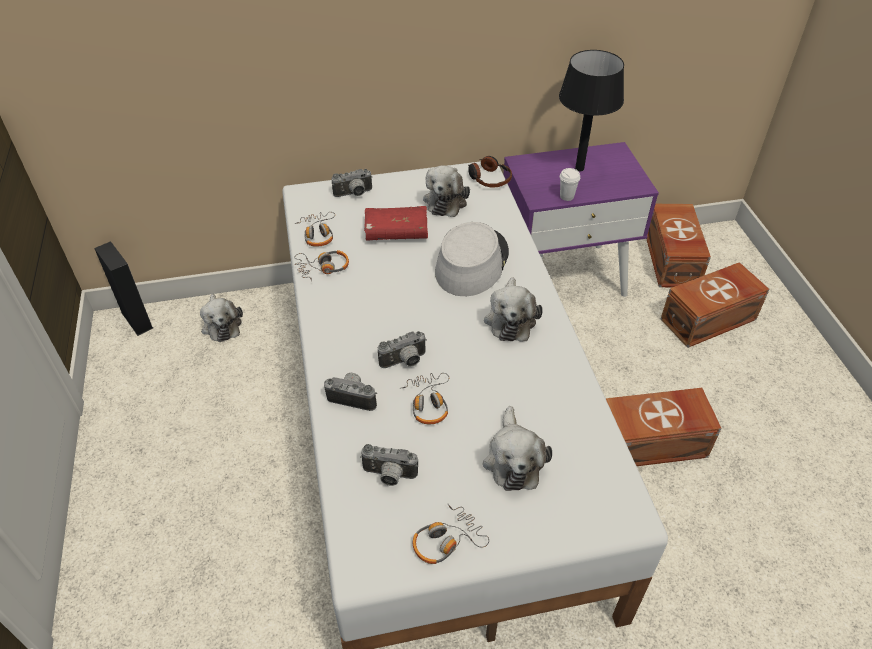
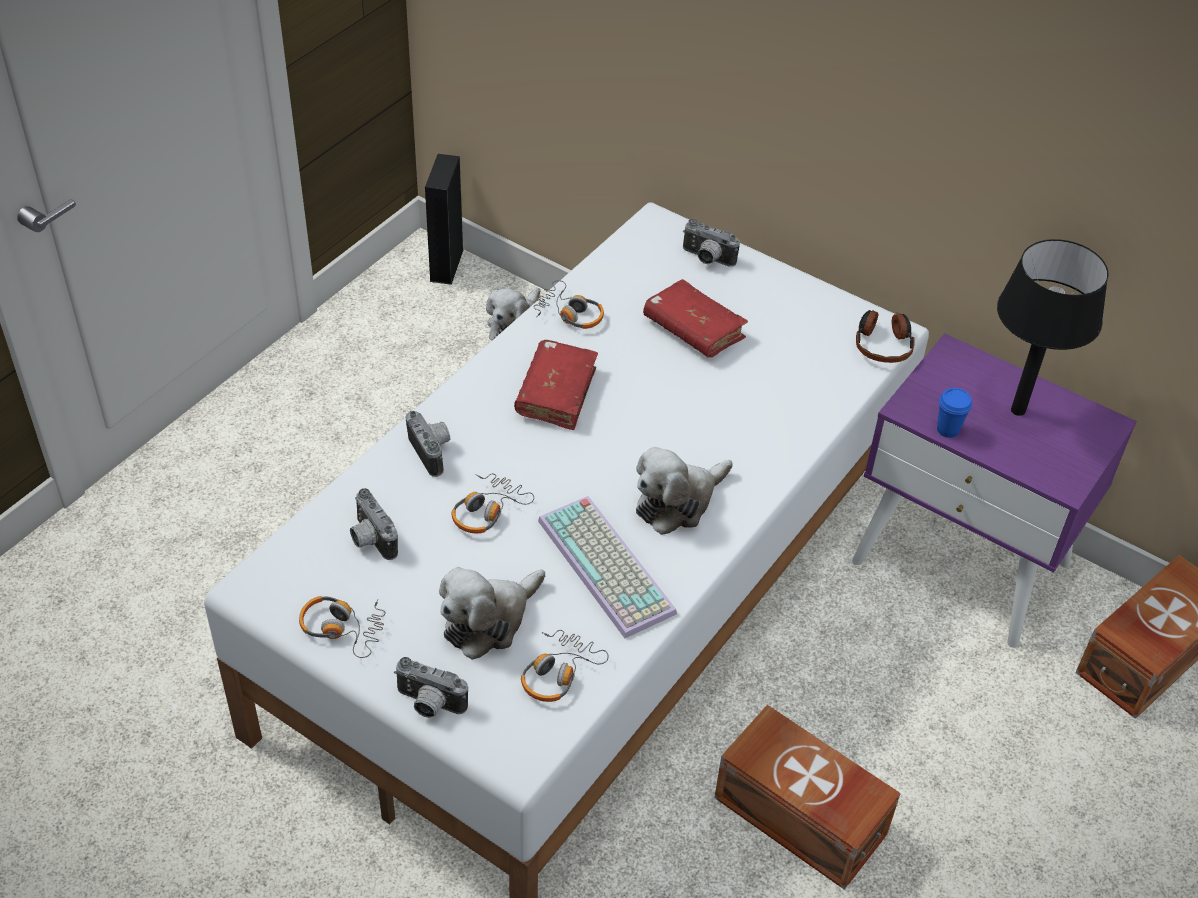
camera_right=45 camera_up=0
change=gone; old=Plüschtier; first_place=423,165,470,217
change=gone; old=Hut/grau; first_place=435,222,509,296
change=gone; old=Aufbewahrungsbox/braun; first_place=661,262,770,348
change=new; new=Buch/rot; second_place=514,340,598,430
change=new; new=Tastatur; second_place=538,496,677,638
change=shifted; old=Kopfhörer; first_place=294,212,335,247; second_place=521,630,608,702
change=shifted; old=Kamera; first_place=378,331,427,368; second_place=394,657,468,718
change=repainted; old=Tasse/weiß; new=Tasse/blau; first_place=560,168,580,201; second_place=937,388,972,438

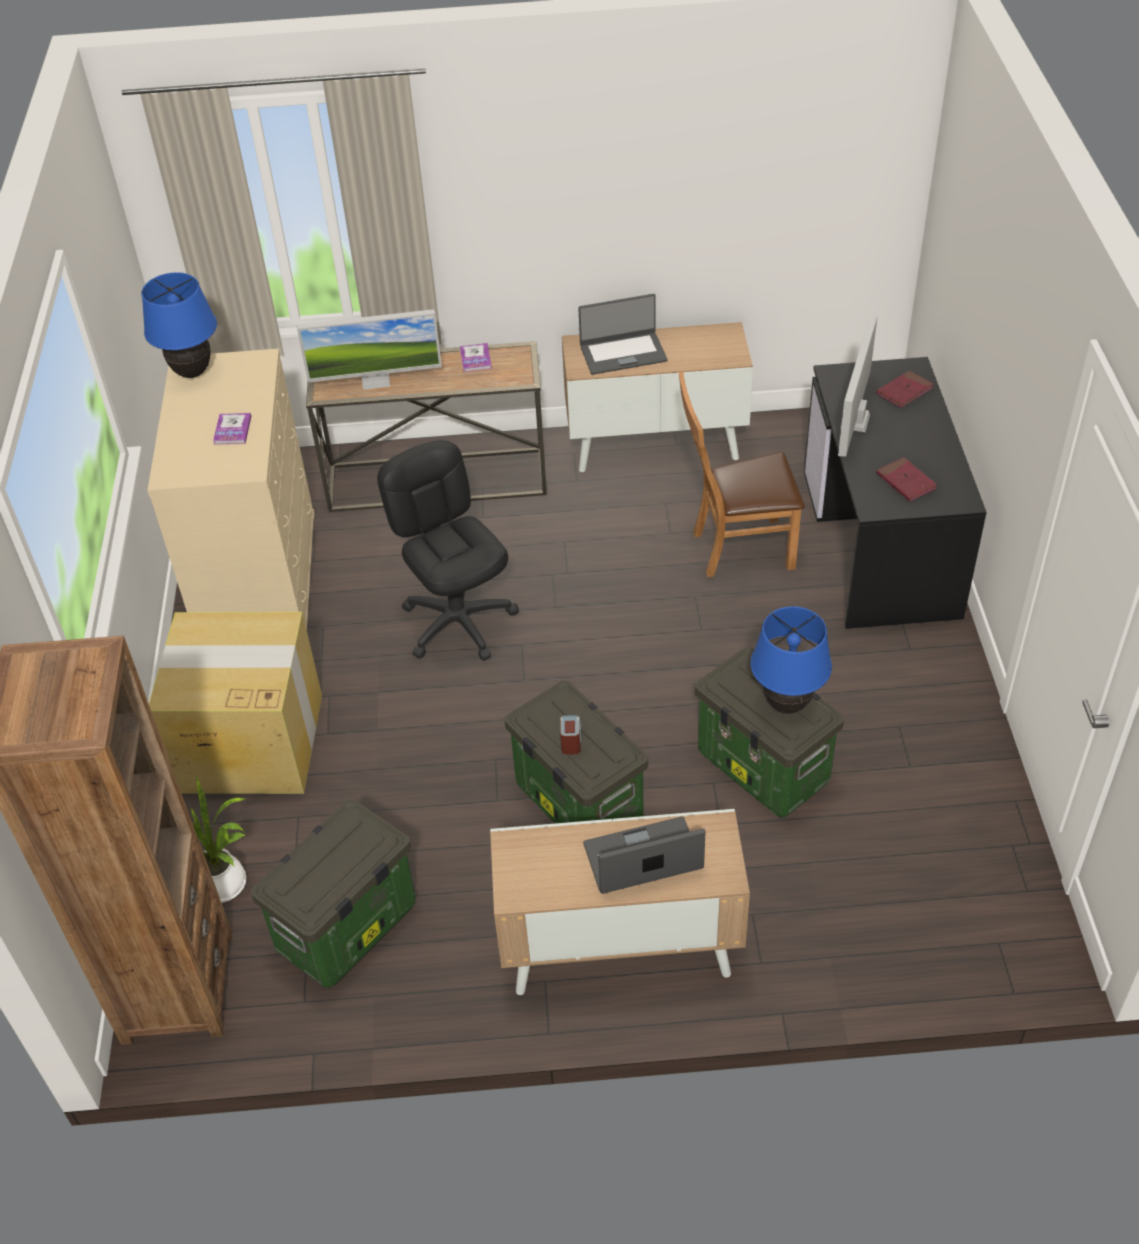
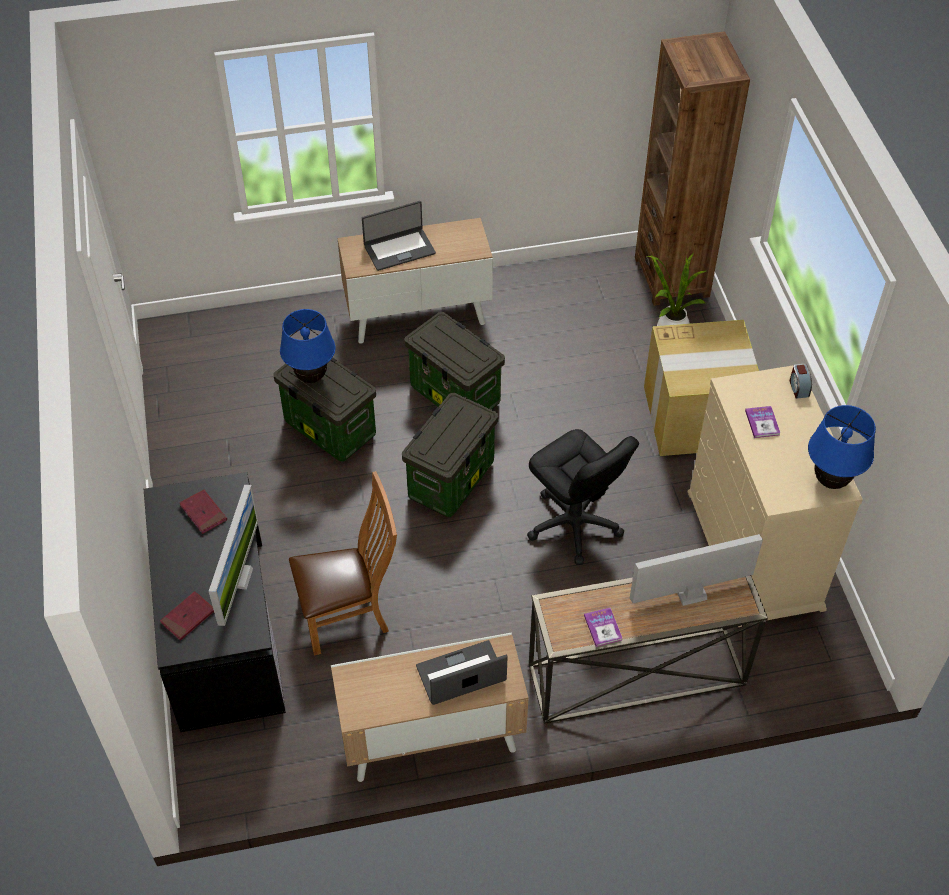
camera_right=170 camera_up=5
change=shifted; old=Aufbewahrungsbox; first_place=251,799,415,988; second_place=402,393,498,517
change=shifted; old=Wecker; first_place=560,715,581,755; second_place=790,364,812,399

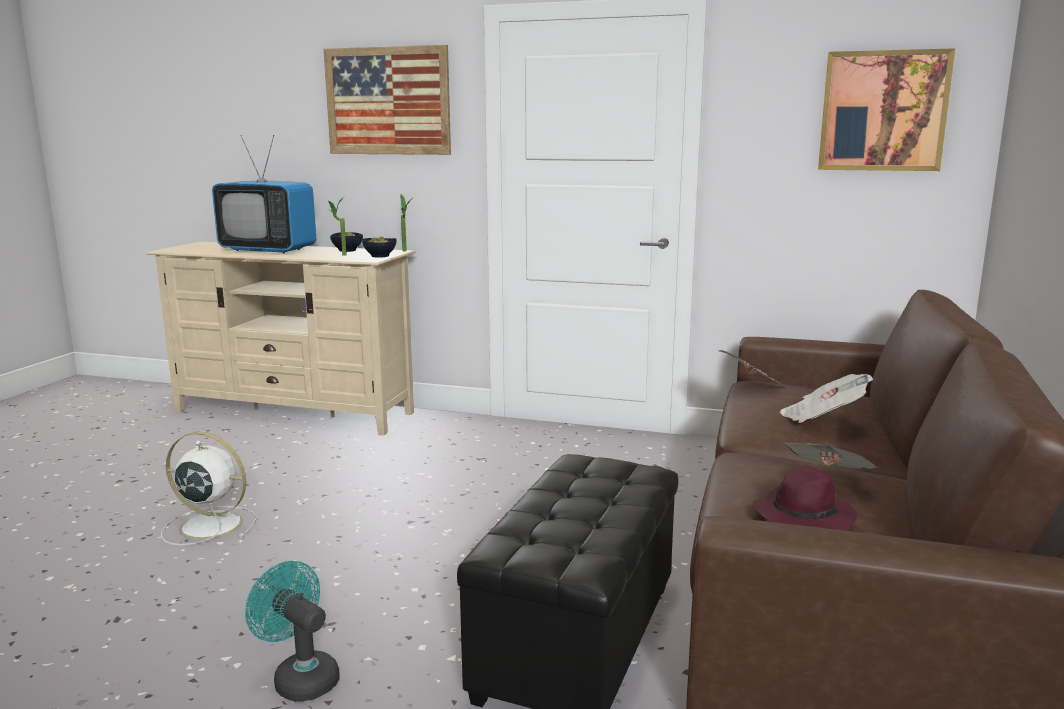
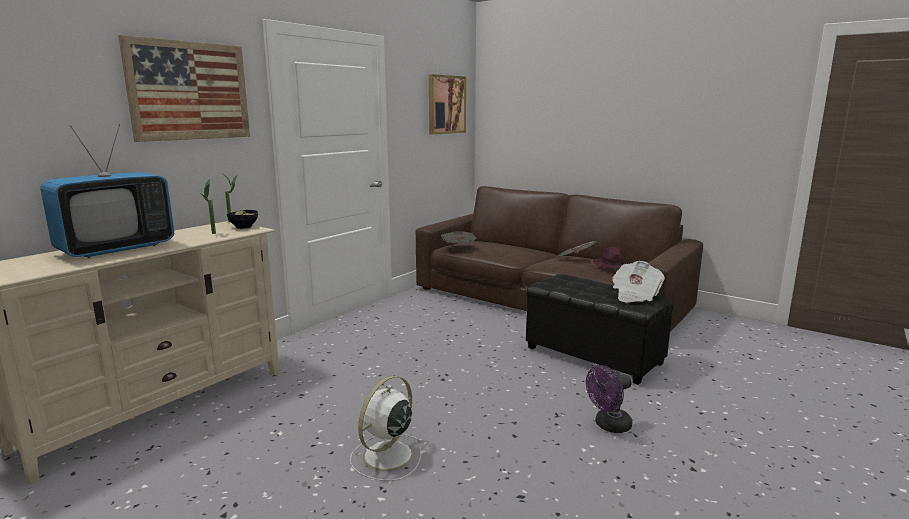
camera_right=-70 camera_up=0
change=gone; old=Schüssel; first_place=330,232,363,252
change=shifted; old=Zeitung; first_place=780,374,873,423; second_place=612,261,665,303
change=repainted; old=Ventilator/türkis; new=Ventilator/lila; first_place=245,561,340,702; second_place=586,365,632,433

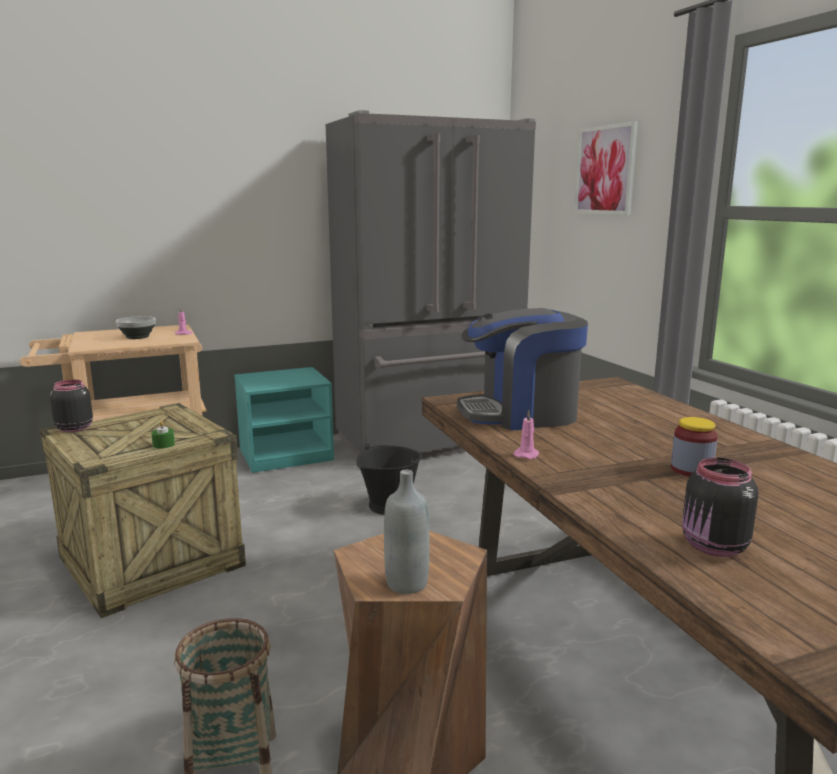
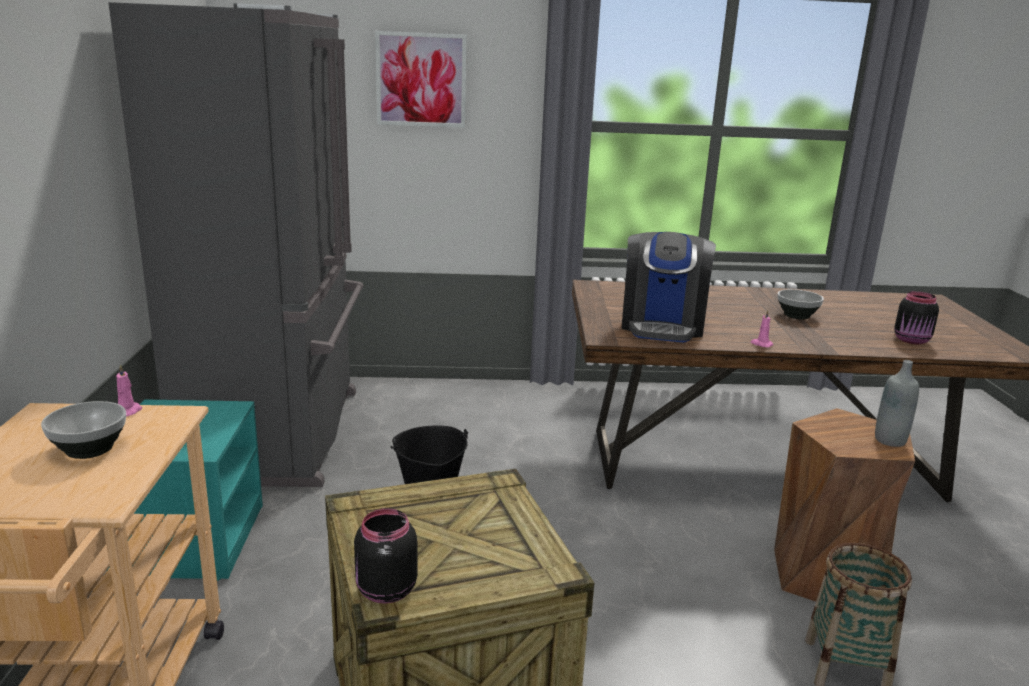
camera_right=-70 camera_up=5
change=gone; old=Kerze/grün; first_place=151,421,175,449
change=swapped; old=Vorratsglas; new=Schüssel; first_place=671,417,718,477; second_place=778,289,824,319

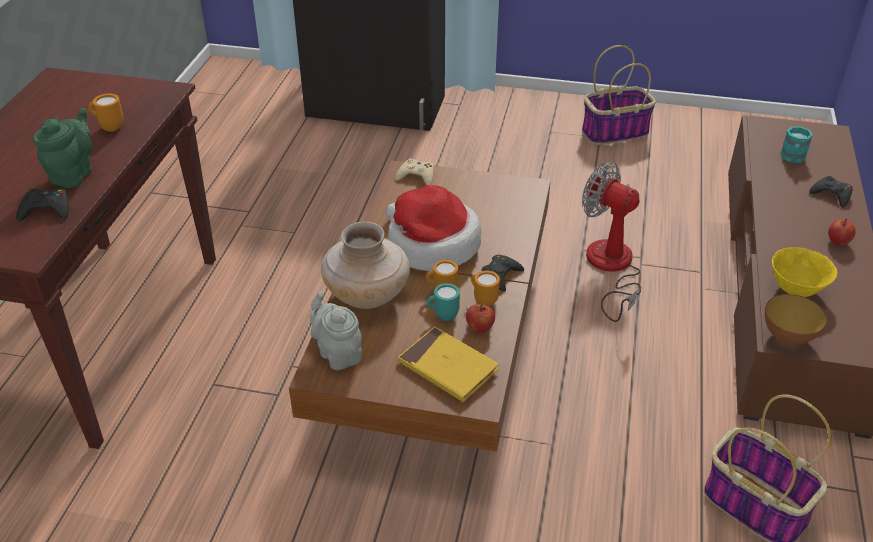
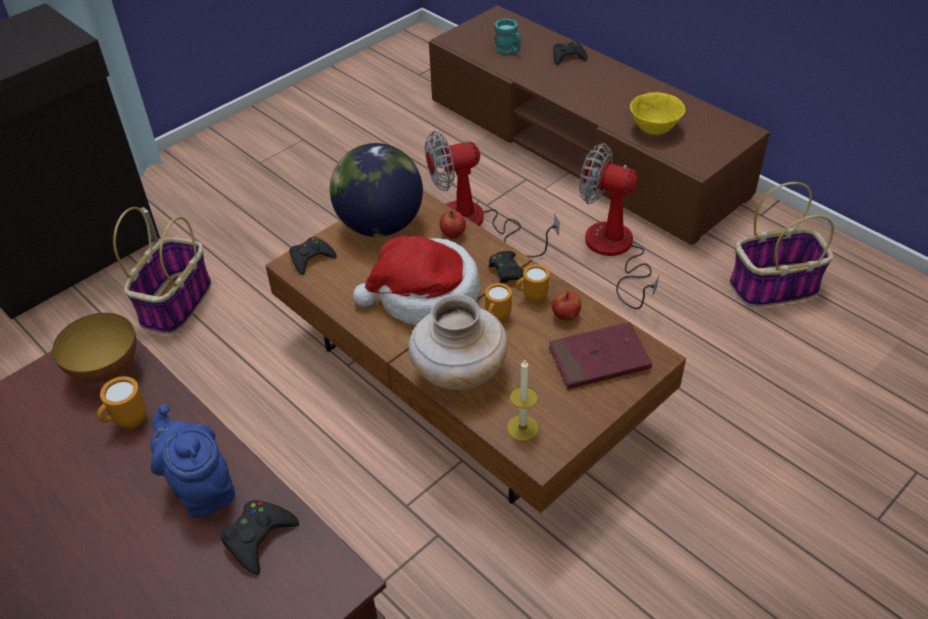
camera_right=-55 camera_up=5
change=gone; old=Henkelbecher/türkis; first_place=427,283,460,321
change=new; new=Globus; second_place=330,143,423,237
change=new; new=Ventilator; second_place=579,143,659,309
change=shifted; old=Korb; first_place=582,45,656,145; second_place=113,207,212,334
change=shifted; old=Schüssel; first_place=765,294,827,345; second_place=52,313,136,383
change=shifted; old=Apfel; first_place=828,218,855,246; second_place=440,210,466,239
change=swapped; old=Teekanne/grau; new=Kerze; first_place=310,292,362,370; second_place=507,360,539,441
change=repainted; old=Teekanne/grün; new=Teekanne/blau; first_place=33,108,93,188; second_place=150,404,235,518
change=repainted; old=Gamepad/beige; new=Gamepad/schwarz; first_place=396,158,434,185; second_place=289,237,337,275
change=repainted; old=Buch/gelb; new=Buch/rot; first_place=398,326,499,402; second_place=549,322,652,389

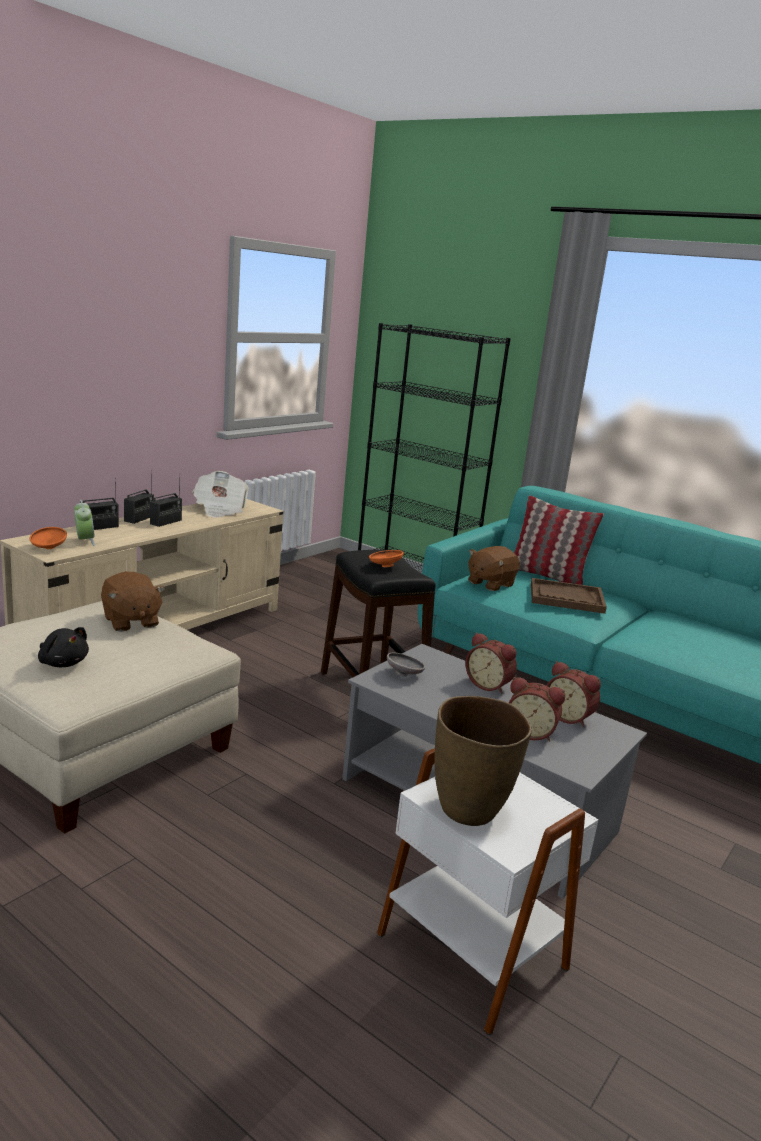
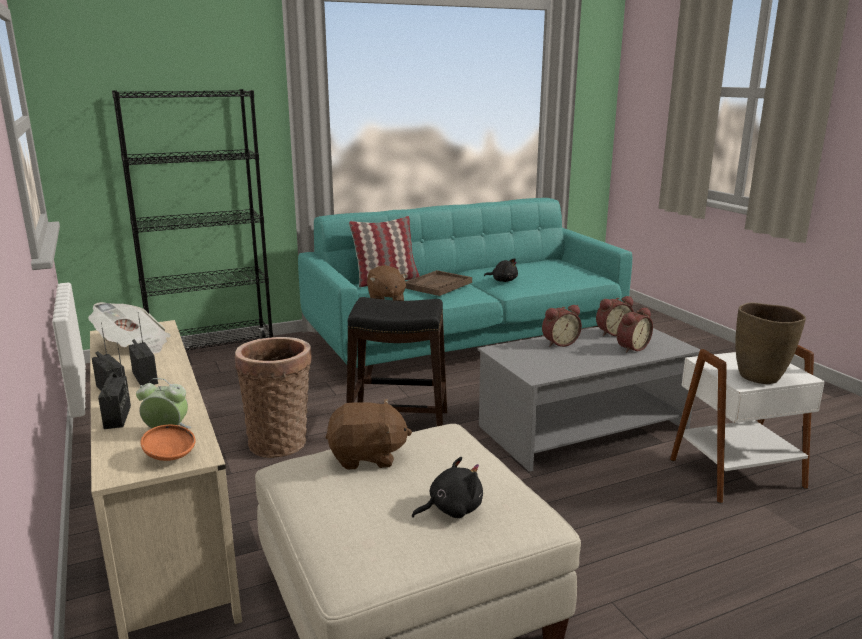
camera_right=-60 camera_up=0
change=gone; old=Schüssel/orange; first_place=369,550,404,567
change=gone; old=Schüssel/grau; first_place=387,652,425,677
change=new; new=Korb; second_place=235,337,312,458
change=new; new=Plüschtier/schwarz; second_place=484,258,518,282

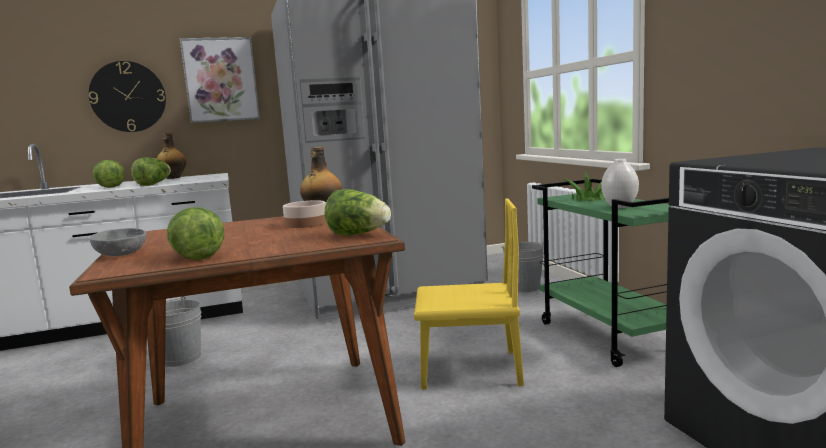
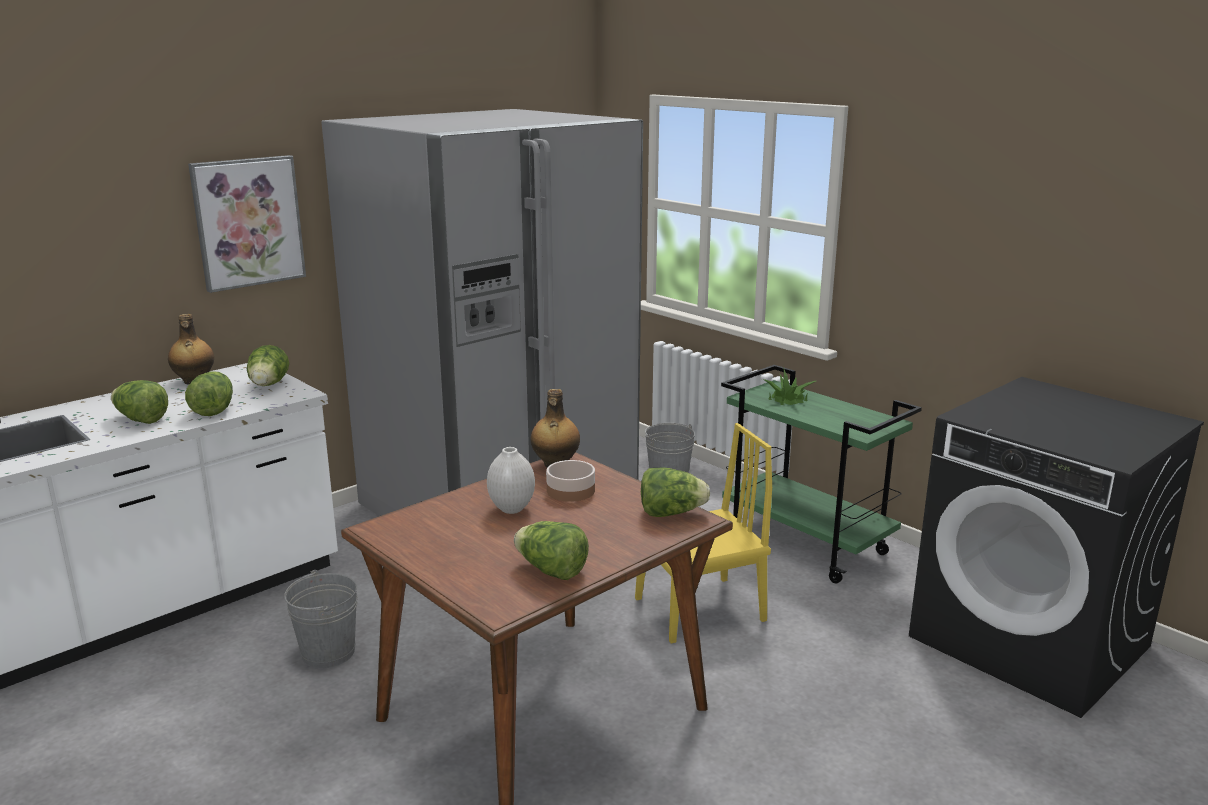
camera_right=-25 camera_up=10
change=gone; old=Wanduhr; first_place=89,61,166,132
change=gone; old=Schüssel/grau; first_place=90,228,146,256
change=new; new=Salatkopf; second_place=247,345,289,386
change=shifted; old=Vase/weiß; first_place=601,159,639,208; second_place=487,447,535,514

